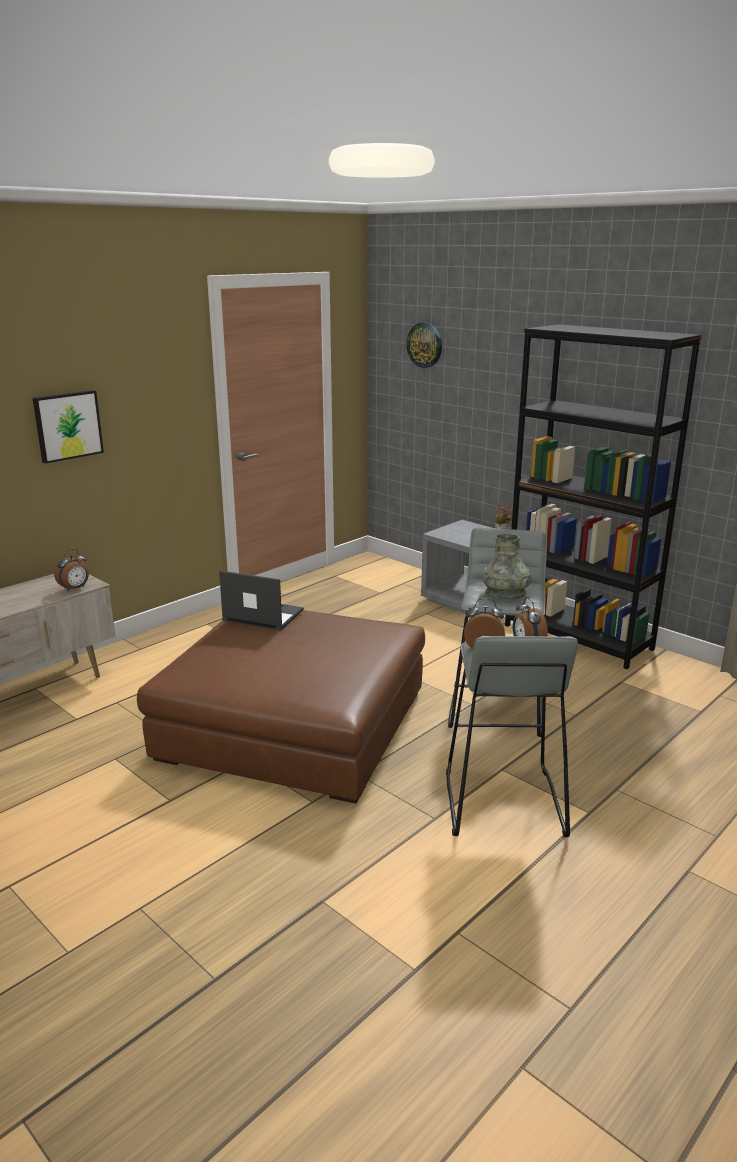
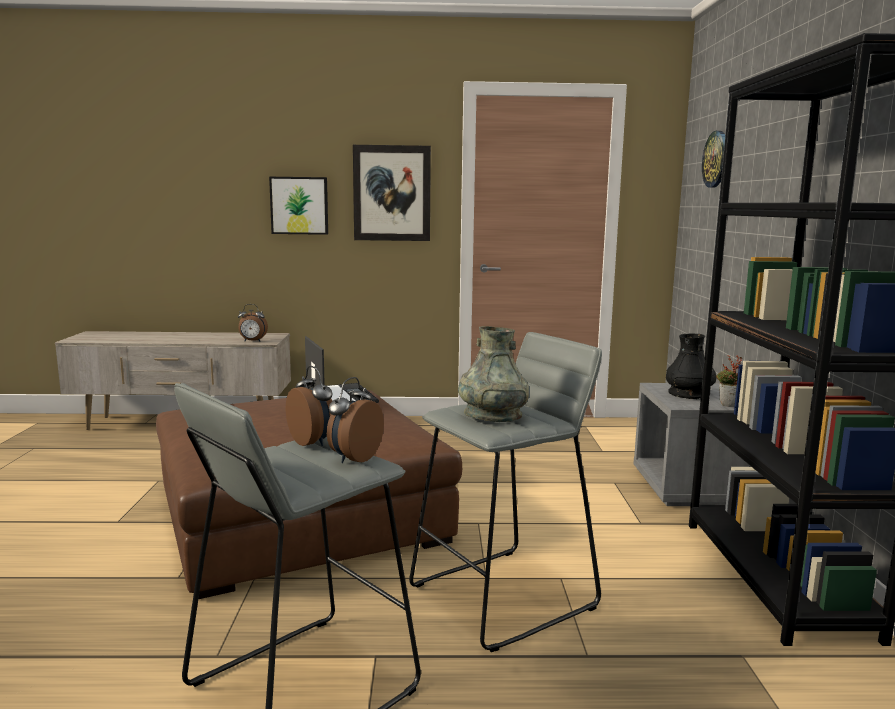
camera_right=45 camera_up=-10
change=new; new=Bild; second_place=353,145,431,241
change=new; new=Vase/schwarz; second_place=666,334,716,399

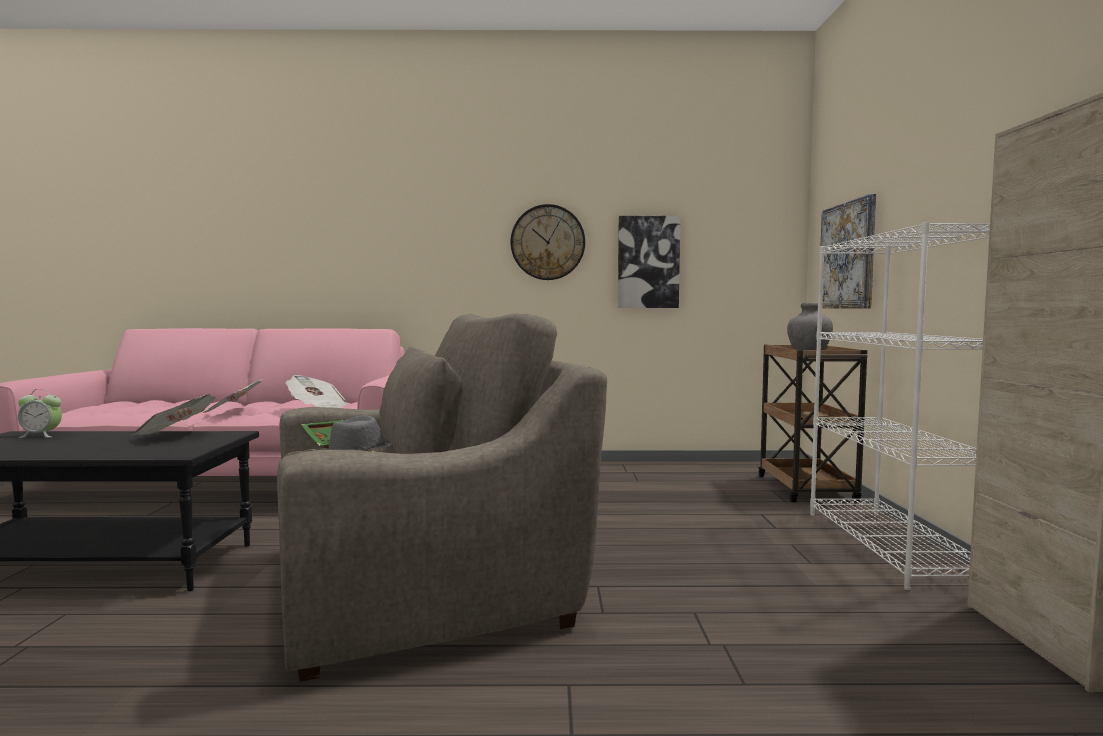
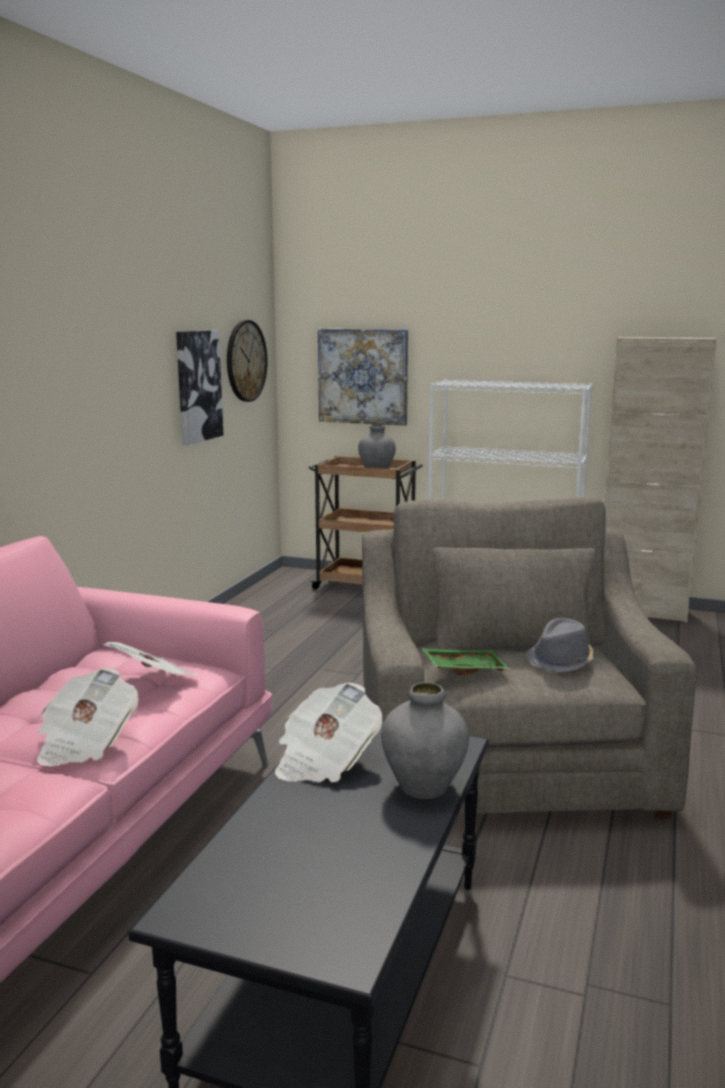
camera_right=-70 camera_up=10
change=gone; old=Wecker; first_place=18,389,62,438
change=new; new=Vase/grau; second_place=381,682,469,799
change=shifted; old=Wanduhr; first_place=511,204,585,280; second_place=227,320,268,402

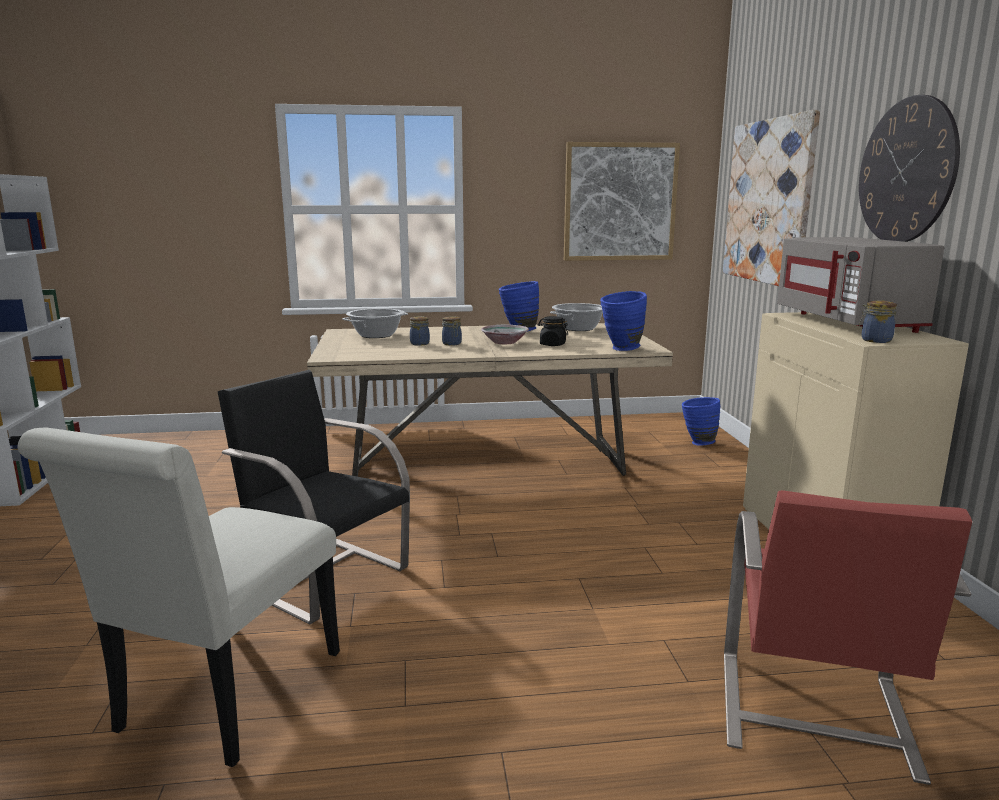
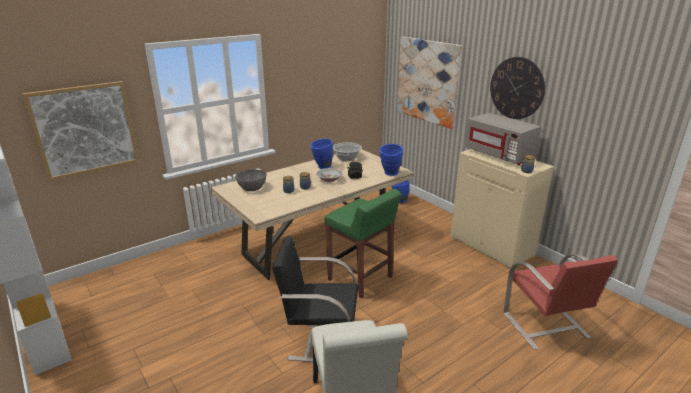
camera_right=-30 camera_up=10
change=new; new=Hocker/grün; second_place=325,189,401,299
change=shifted; old=Bild; first_place=564,142,680,261; second_place=23,81,139,181
change=swapped; old=Kochtopf; new=Schüssel/grau; first_place=342,308,408,338; second_place=235,169,267,191

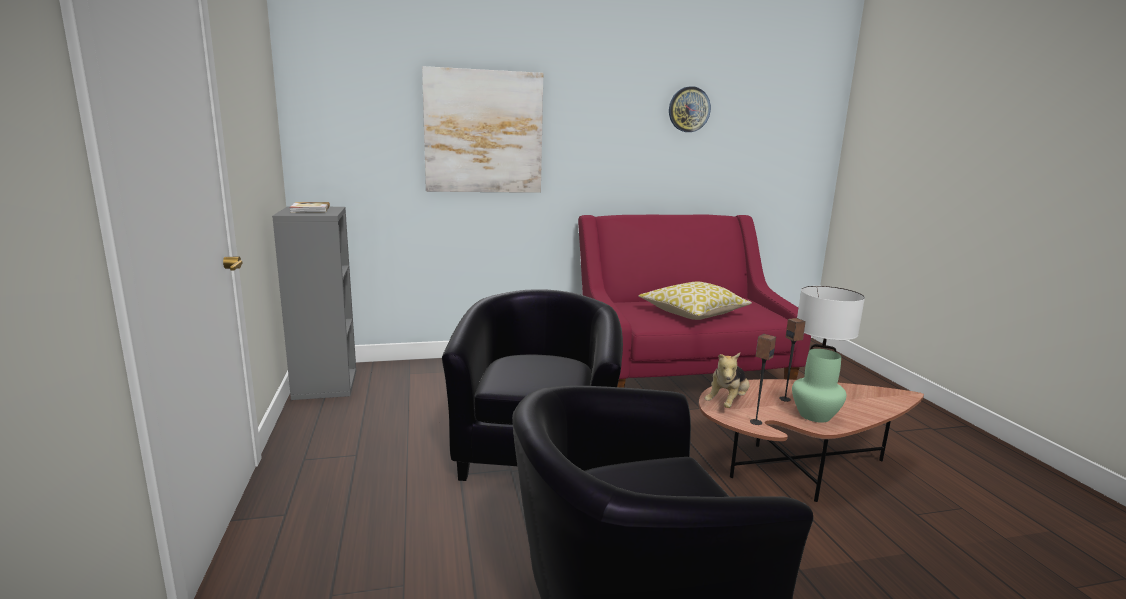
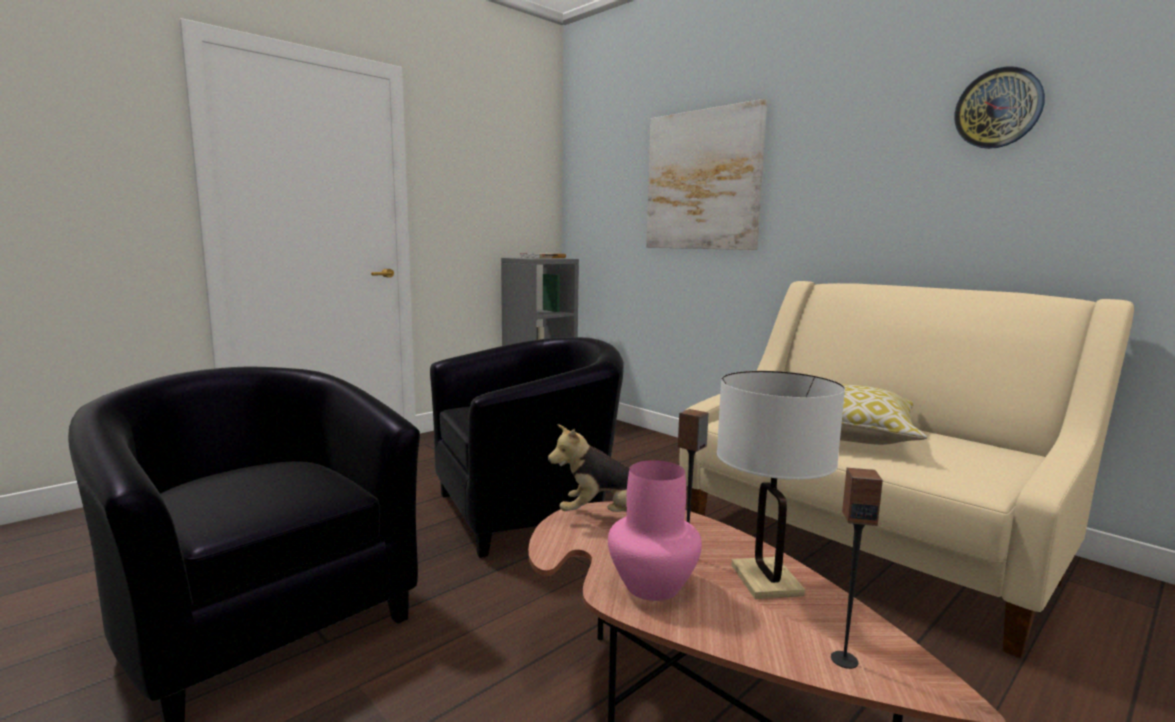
camera_right=60 camera_up=-5
change=shifted; old=Lautsprecher; first_place=750,334,776,425; second_place=831,468,883,669
change=repainted; old=Sofa/rot; new=Sofa/beige; first_place=578,215,811,388; second_place=679,281,1134,658
change=repainted; old=Vase/grün; new=Vase/rosa; first_place=792,349,847,423; second_place=608,460,702,601

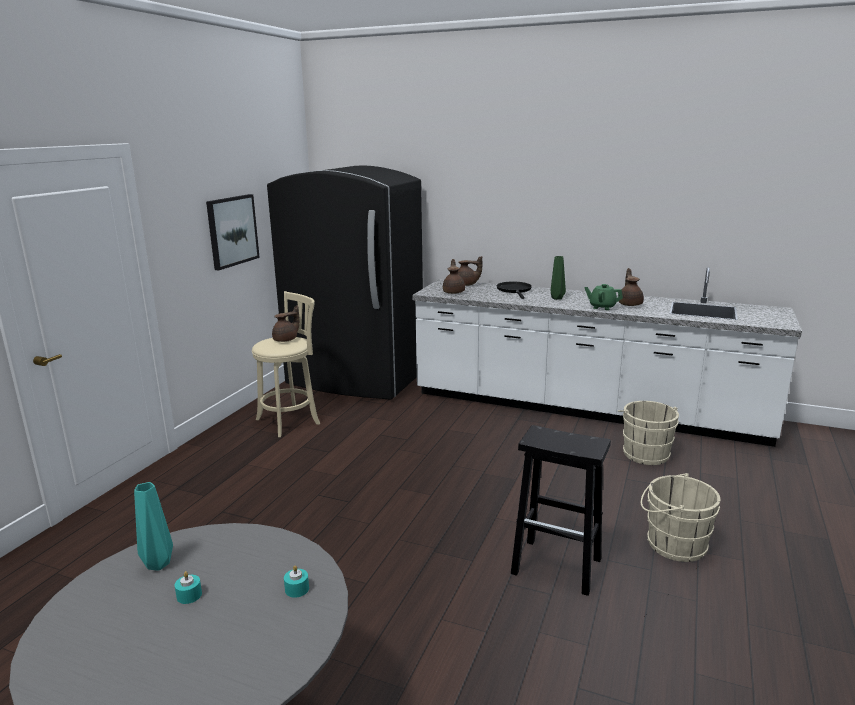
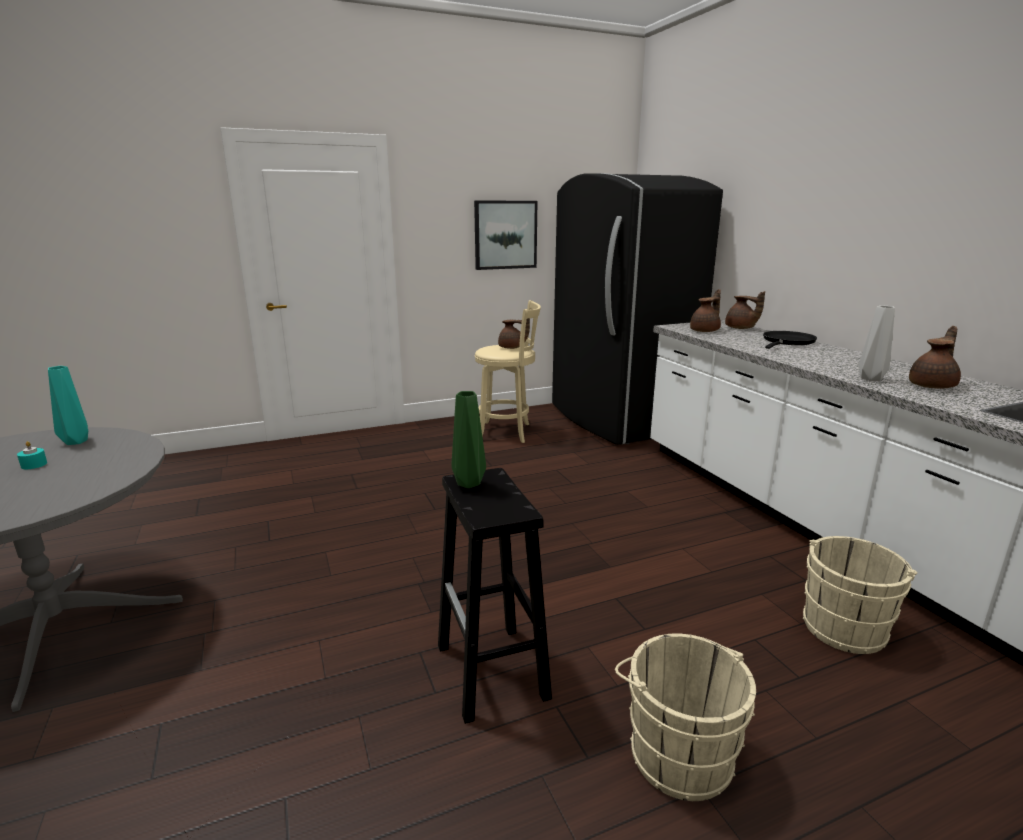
camera_right=45 camera_up=0
change=gone; old=Kerze/türkis; first_place=284,565,309,598
change=shifted; old=Vase/grün; first_place=551,256,566,300; second_place=451,391,486,488
change=swapped; old=Teekanne/grün; new=Vase/grau; first_place=585,284,623,310; second_place=859,305,895,381

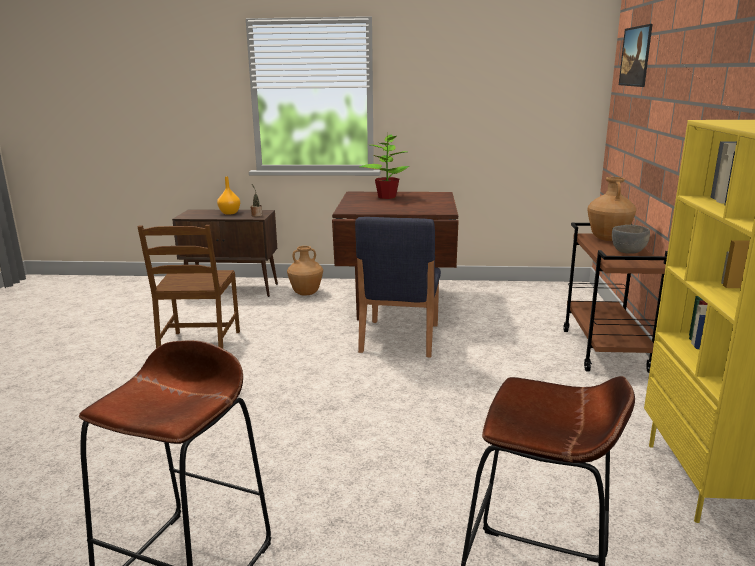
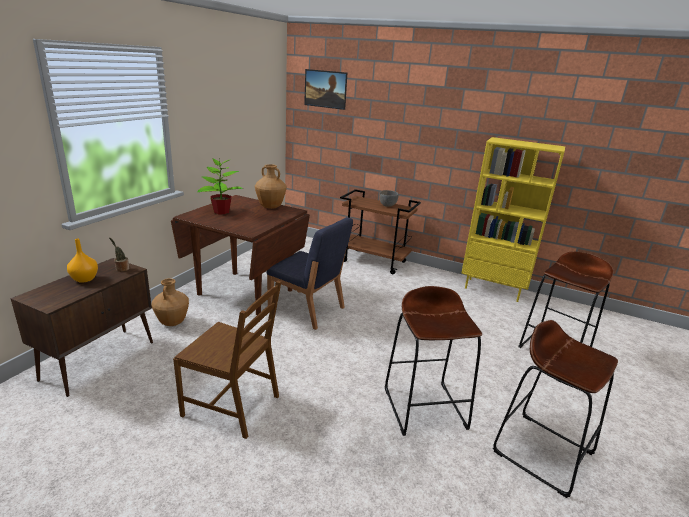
camera_right=-70 camera_up=5
change=new; new=Hocker/braun; second_place=385,286,482,436
change=shifted; old=Vase/braun; first_place=587,177,636,241; second_place=255,164,287,209

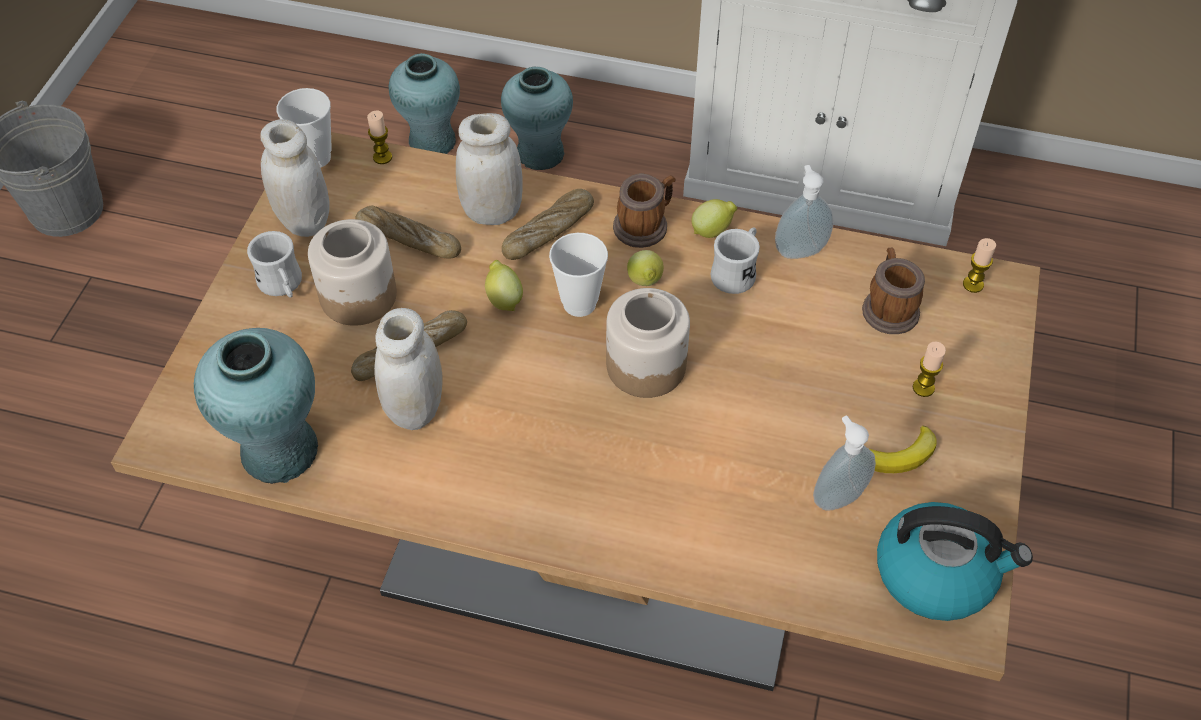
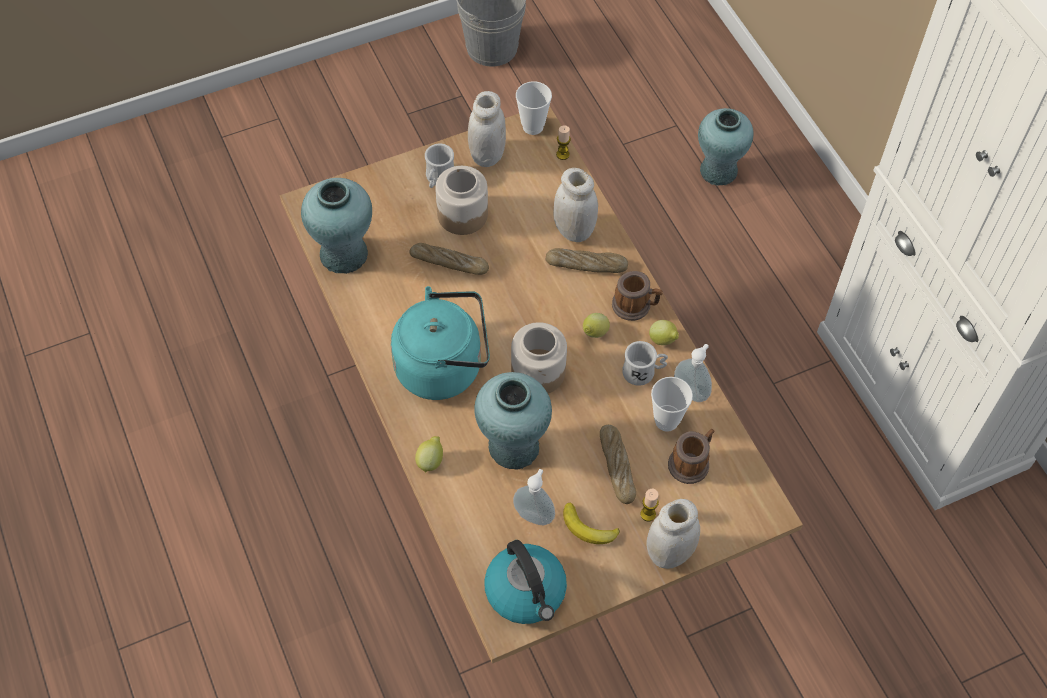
camera_right=50 camera_up=5
change=gone; old=Kerze; first_place=963,238,996,293
change=new; new=Wasserkessel/türkis; second_place=391,286,490,400
change=shifted; old=Brot; first_place=355,206,461,259; second_place=600,425,636,504
change=shifted; old=Vorratsglas/weiß; first_place=374,308,443,430; second_place=647,499,700,569
change=shifted; old=Zitrone; first_place=485,260,523,311; second_place=415,436,443,473
change=shifted; old=Vase/türkis; first_place=501,67,573,170; second_place=475,372,552,470
change=shifted; old=Tasse; first_place=549,233,608,317; second_place=651,377,693,432

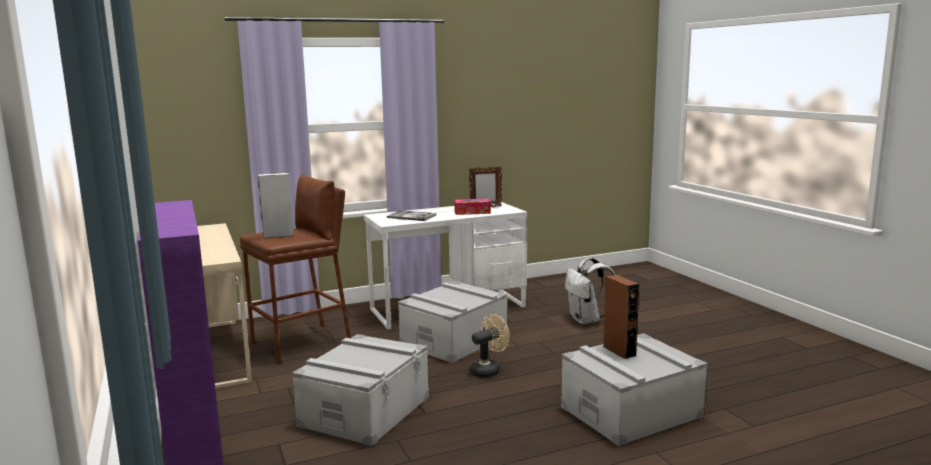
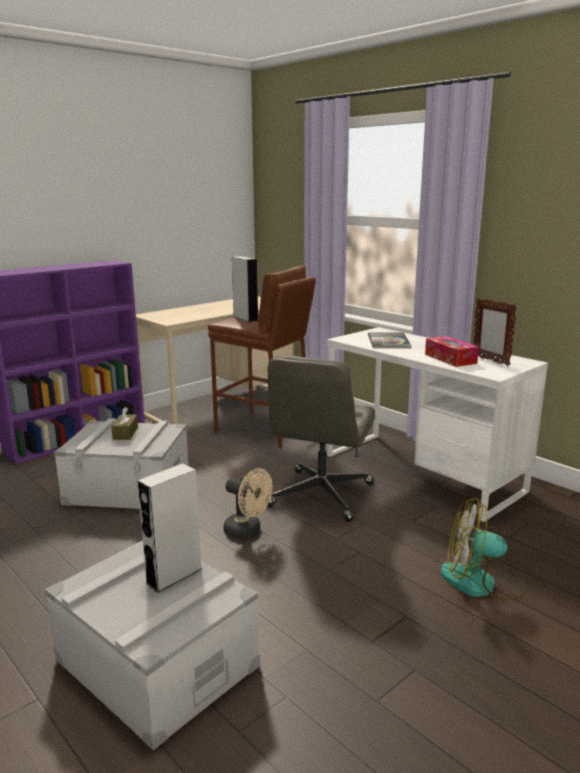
camera_right=70 camera_up=5
change=new; new=Taschentuchbox/braun; second_place=111,407,138,440
change=swapped; old=Aufbewahrungsbox/grau; new=Bürostuhl/grau; first_place=398,281,507,363; second_place=267,355,375,522
change=swapped; old=Rucksack/weiß; new=Ventilator; first_place=565,258,615,324; second_place=441,498,525,600
change=repainted; old=Lautsprecher/braun; new=Lautsprecher/grau; first_place=603,275,639,359; second_place=137,463,202,593

